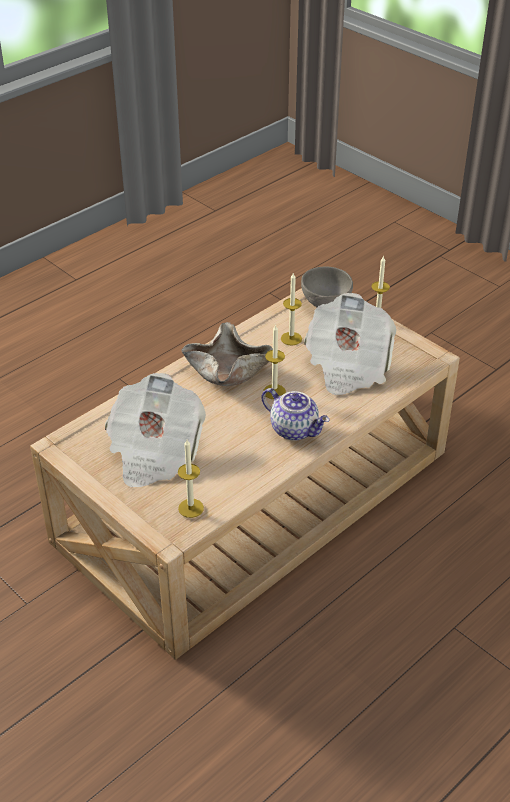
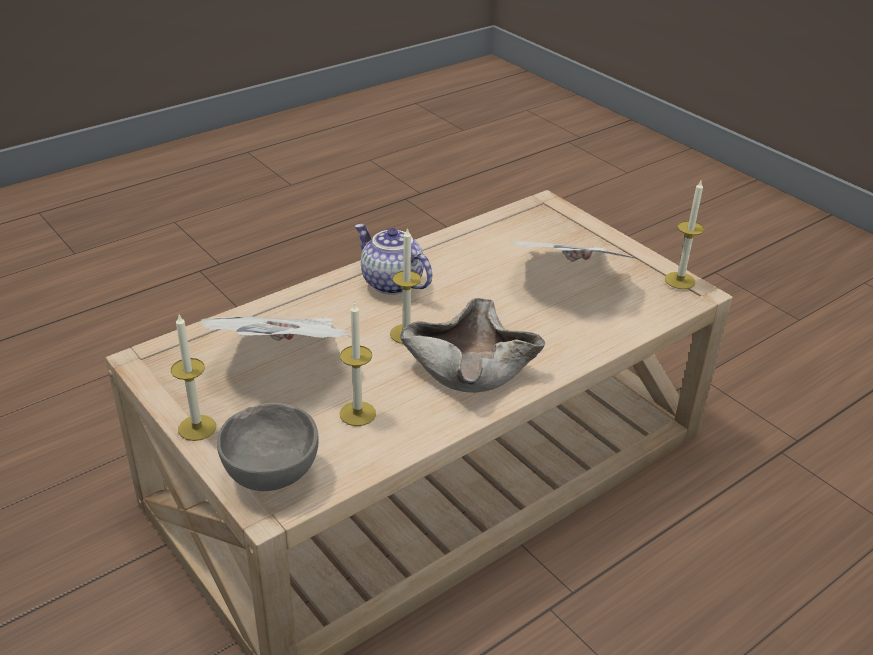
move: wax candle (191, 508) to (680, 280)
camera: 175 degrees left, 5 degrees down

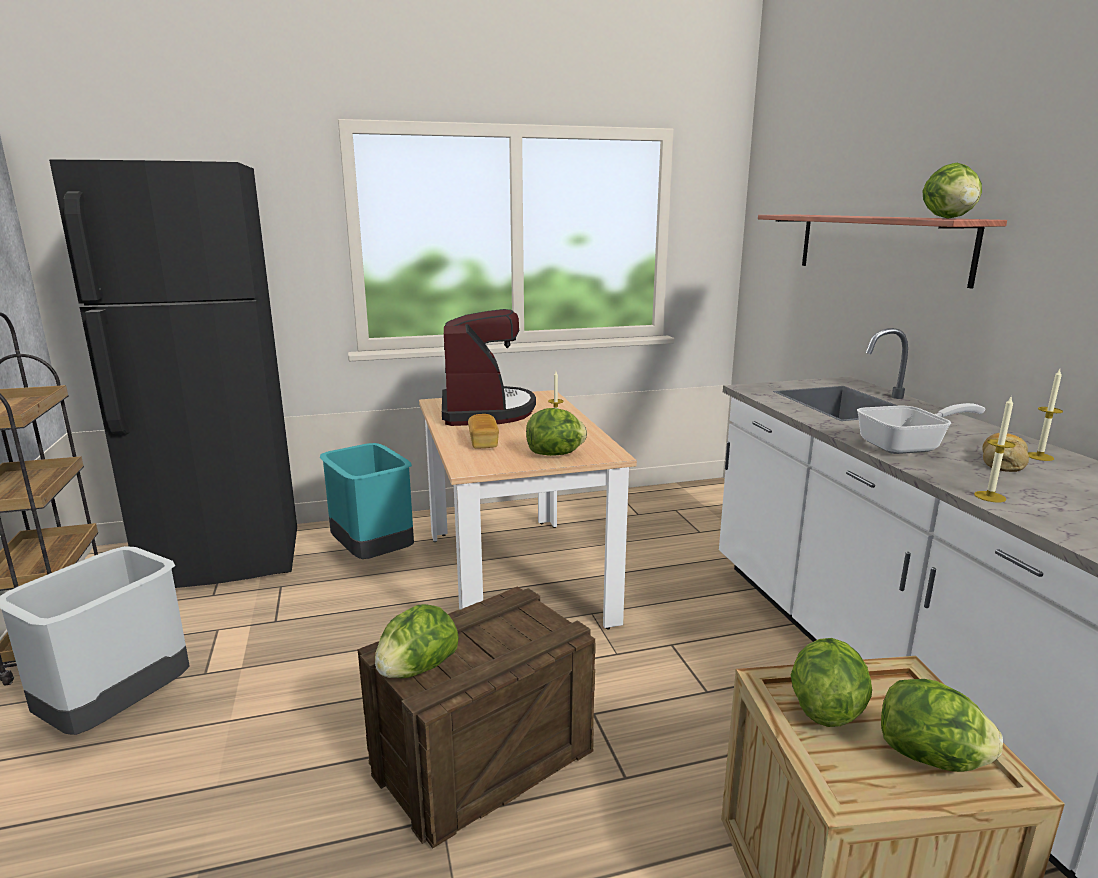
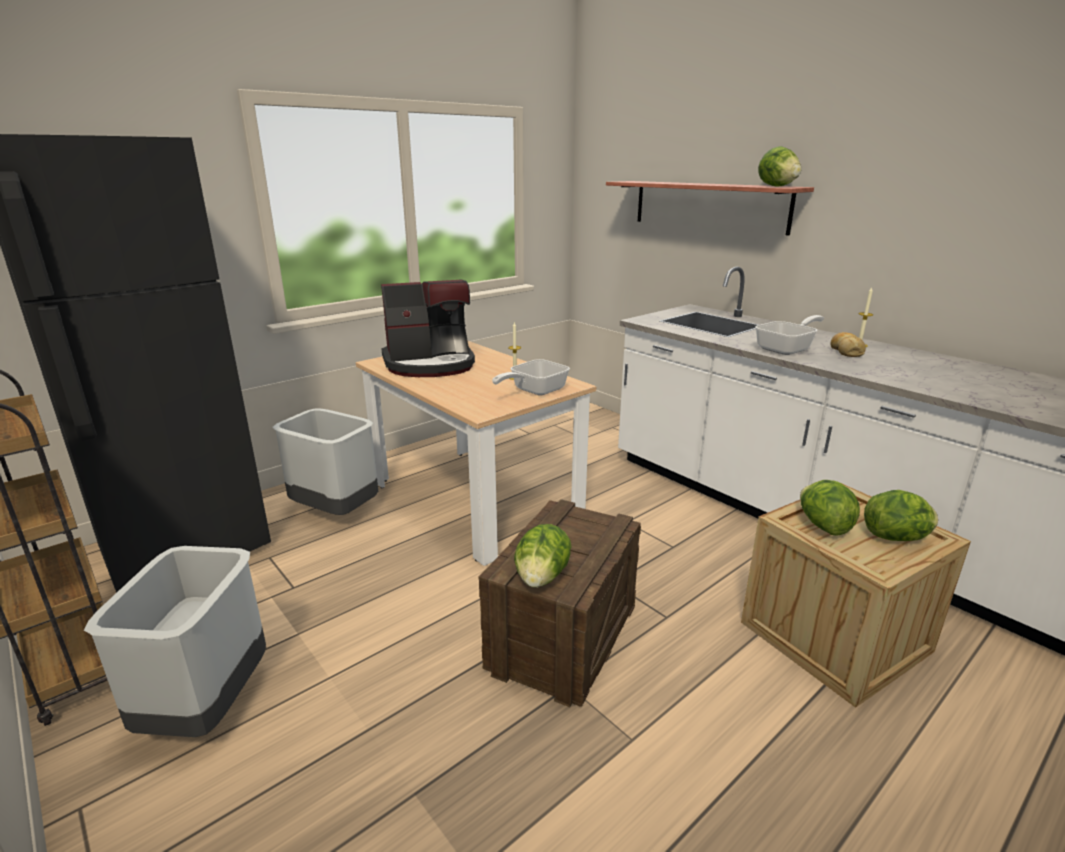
delete: wax candle (989, 496); bakery bread (483, 442)
replace: head of lettuce (556, 454) to pan (534, 391)
recolor: trash can in turquoise (374, 555) to trash can in greyish (336, 511)
rotate: coffee machine (486, 411) = (430, 364) 105 degrees clockwise
camera: 25 degrees left, 5 degrees up

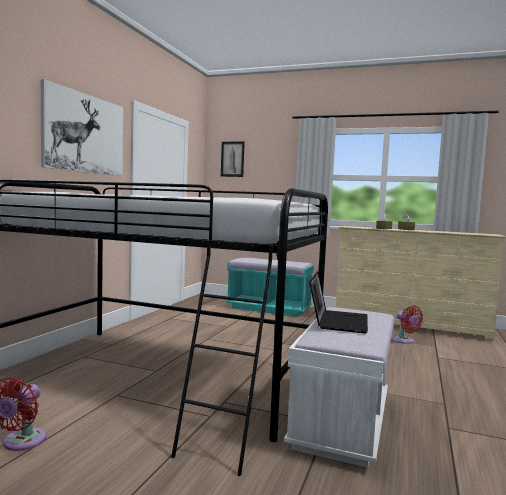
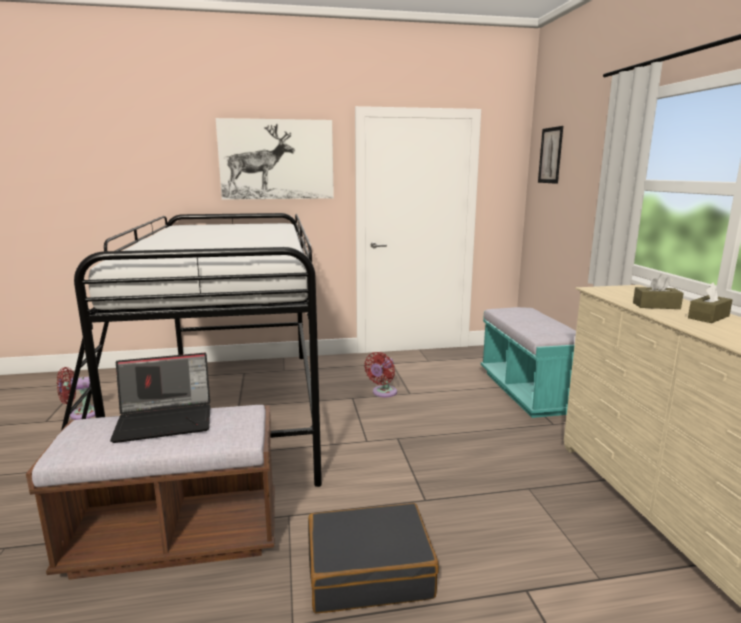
insert: travel case in black-coloured (369, 570)
move: cooling fan in reddish (404, 341) to (383, 393)
recolor: long seat in white (341, 421) to long seat in brown-coloured (176, 538)
camera: 60 degrees right, 10 degrees up

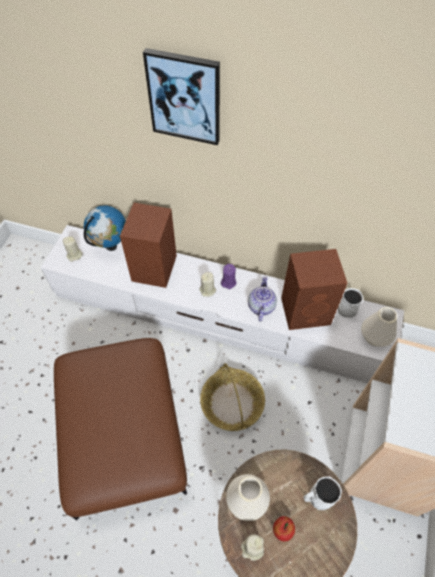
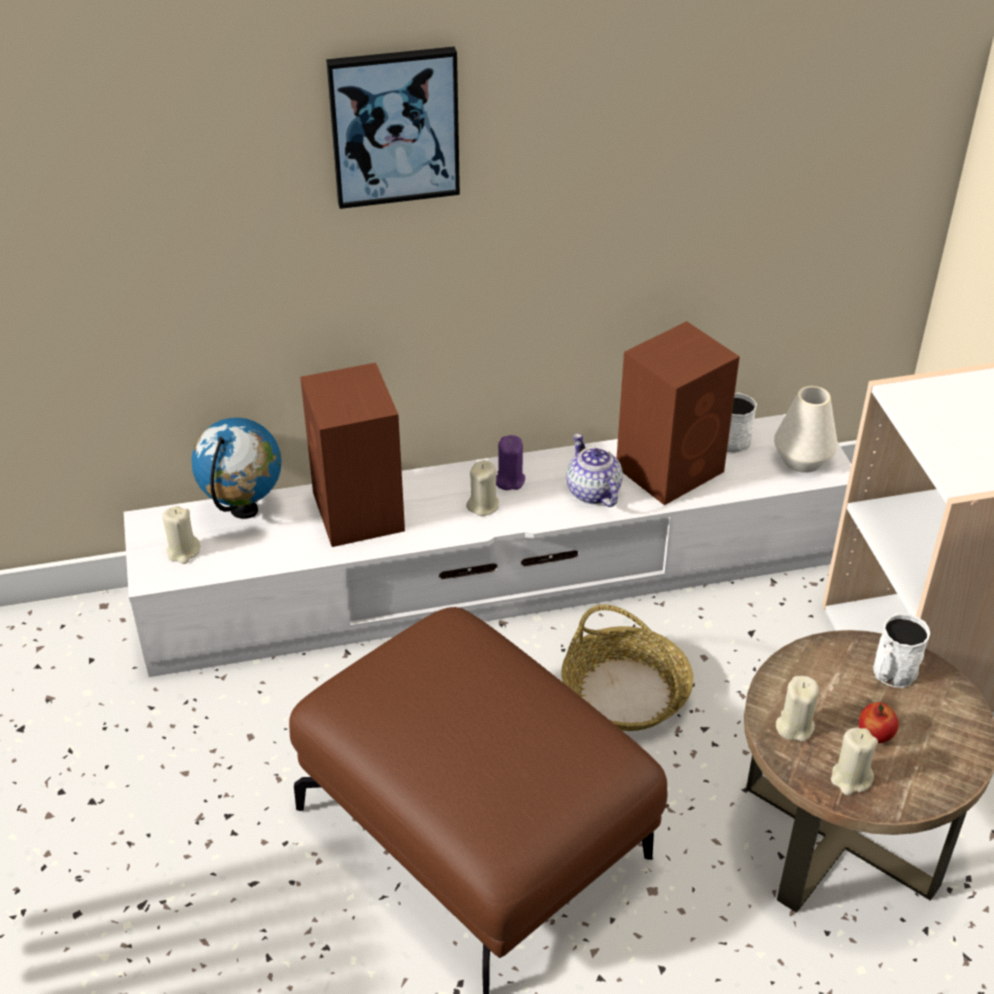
replace: vase in white (247, 500) to wax candle in beige-coloured (794, 726)
camera: 30 degrees left, 15 degrees down

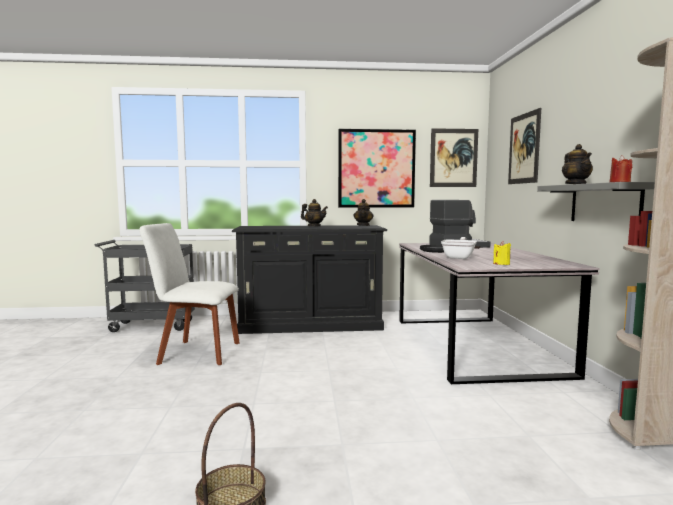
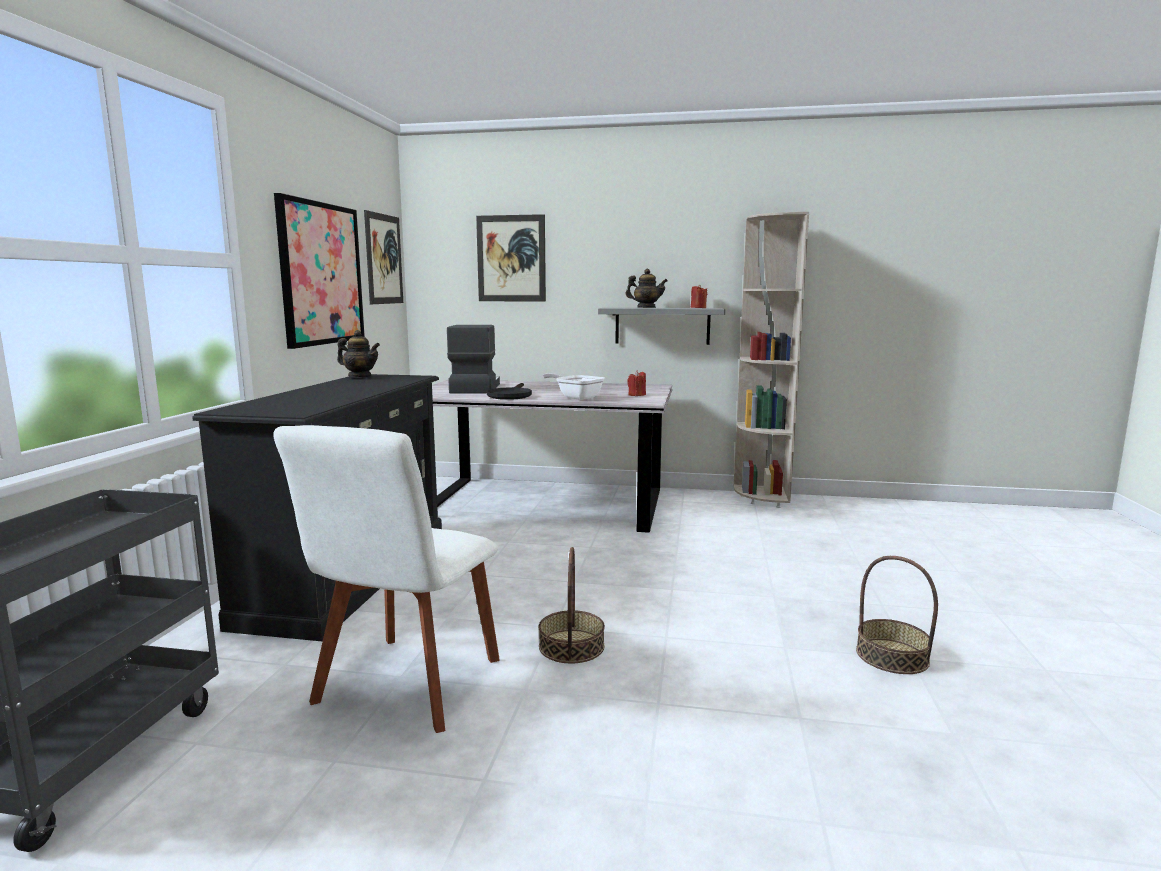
delete: tea pot (314, 226)
insert: basket (571, 646)
recolor: wax candle in yellowish (501, 264) to wax candle in reddish (636, 395)
camera: 75 degrees left, 5 degrees up

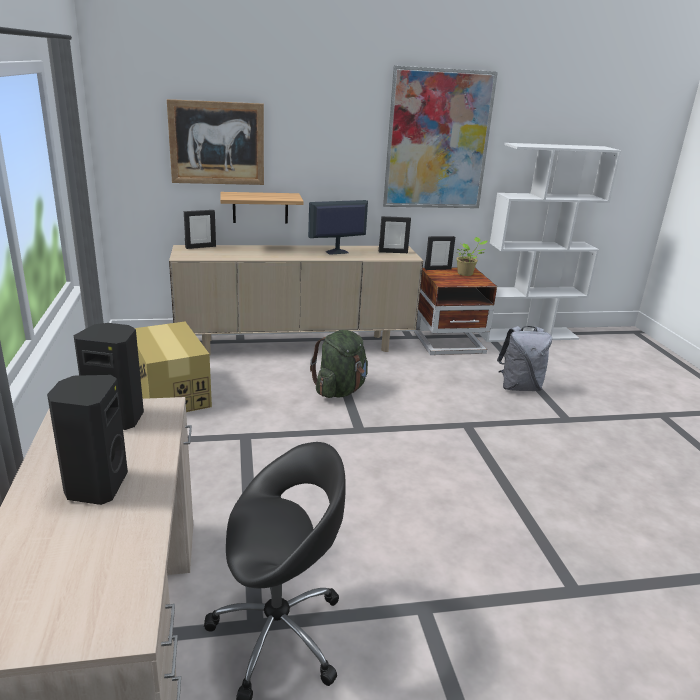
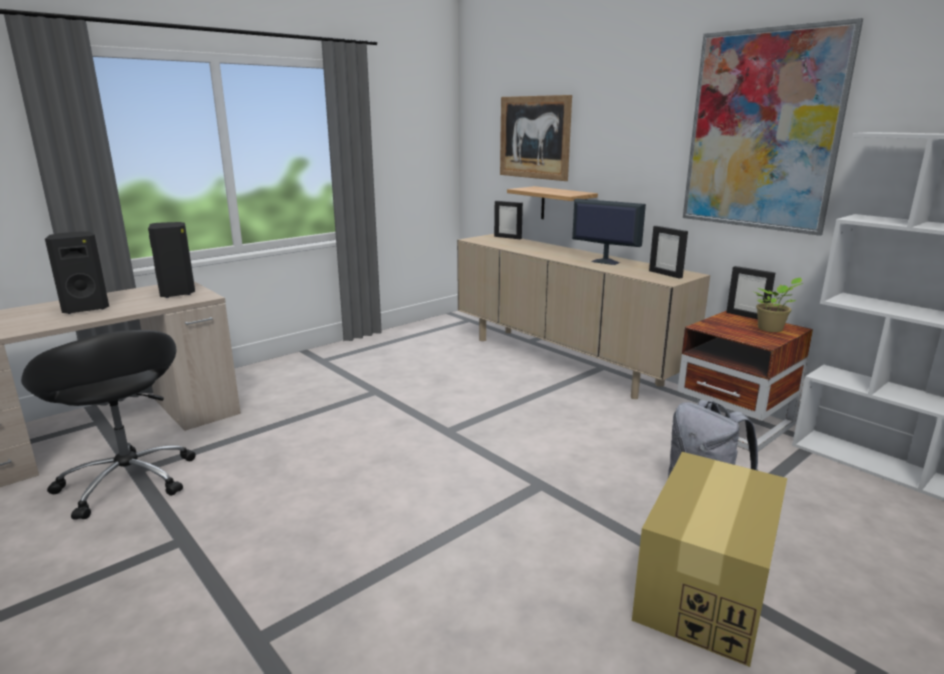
delete: backpack in green-coloured (340, 391)
move: carton (171, 393) to (705, 590)
camera: 60 degrees right, 5 degrees down

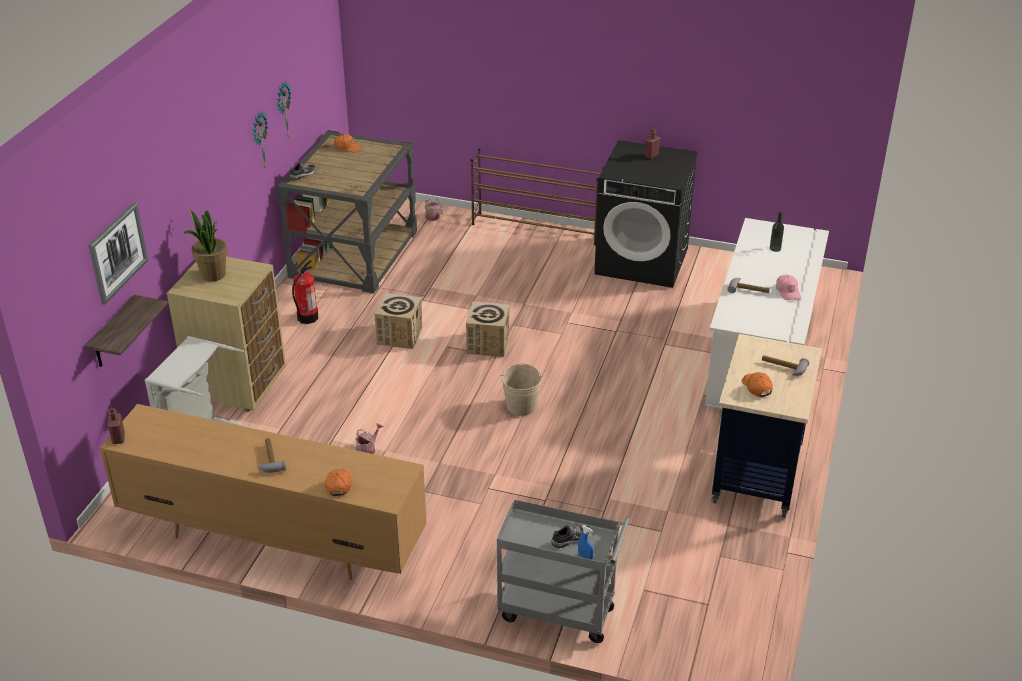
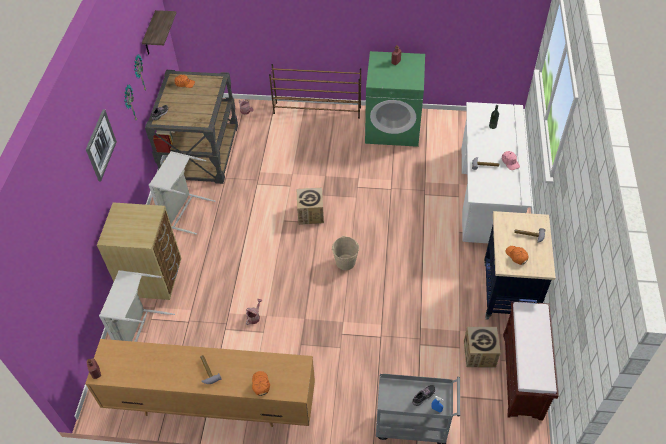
delete: potted plant (212, 275)
insert: long seat in brown-coloured (522, 376)
move: wall art (117, 252) to (100, 145); carton (400, 335) to (479, 354); bracket shelf (113, 333) to (150, 34)
replace: fire extinguisher (307, 317) to washing basket in greyish (183, 212)
recolor: laundry appliance in black-coloured (642, 261) to laundry appliance in green-coloured (393, 127)
camera: 10 degrees left, 15 degrees up

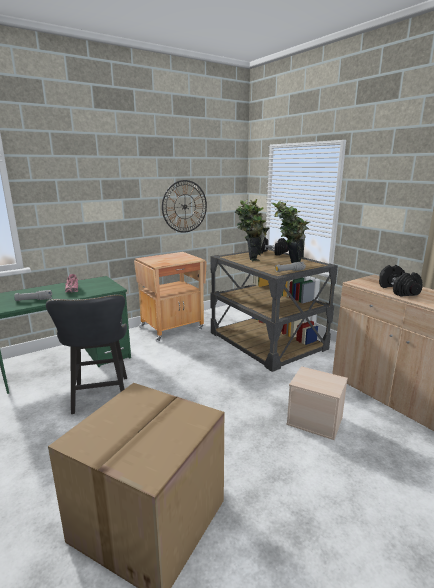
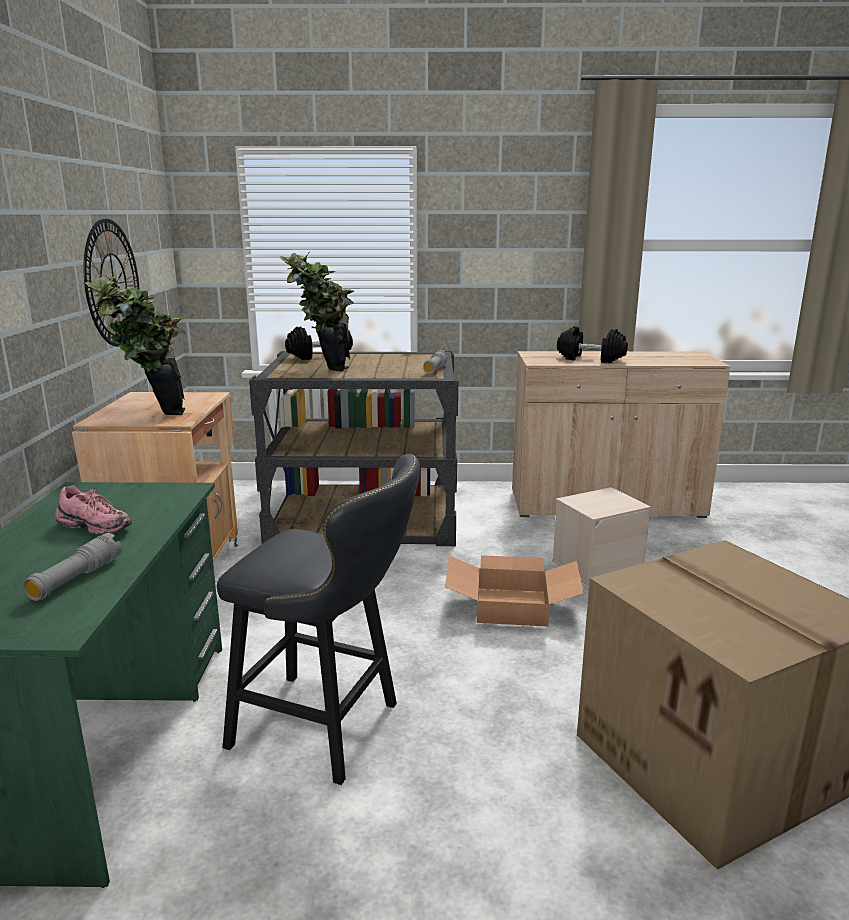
insert: carton (512, 606)
move: potted plant (288, 262) to (151, 415)
camera: 55 degrees left, 0 degrees up

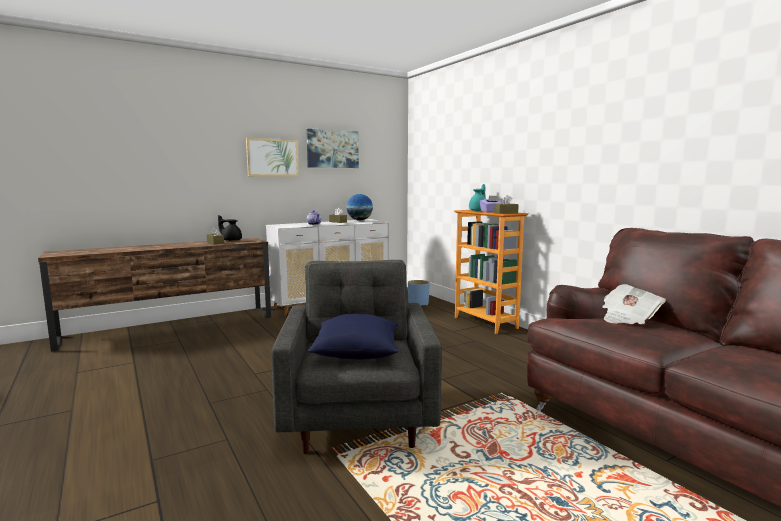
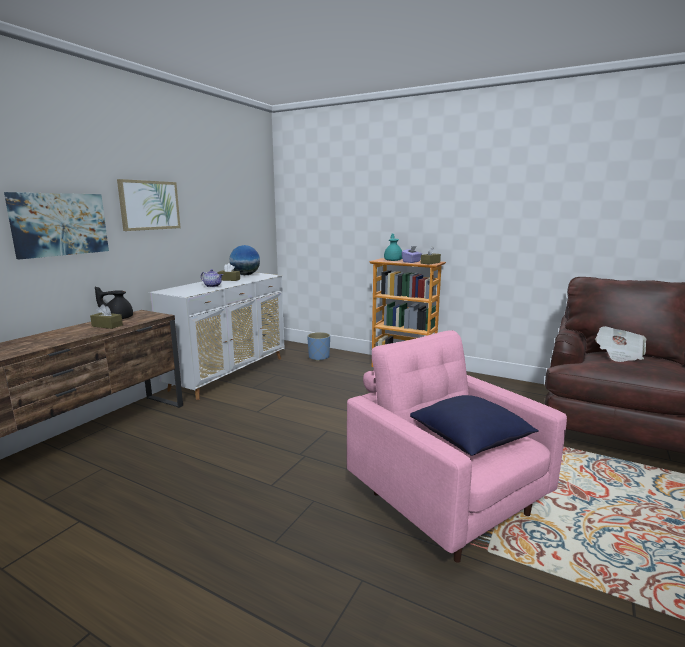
move: wall art (332, 149) to (60, 224)
recolor: lounge chair in greyish (359, 418) to lounge chair in pink (446, 501)
camera: 30 degrees left, 5 degrees up

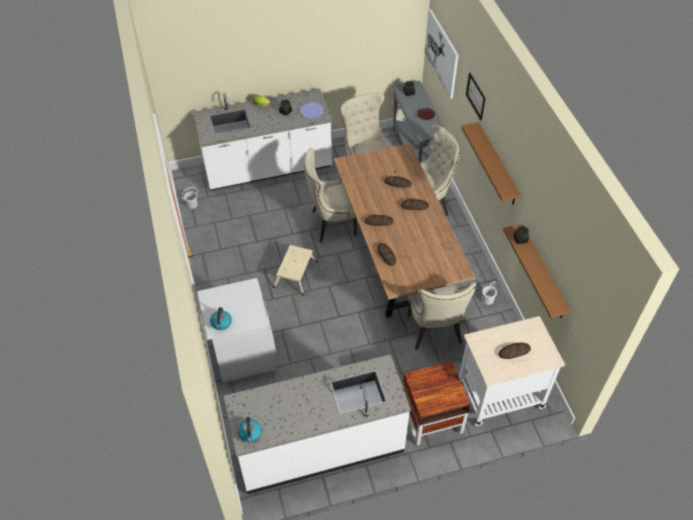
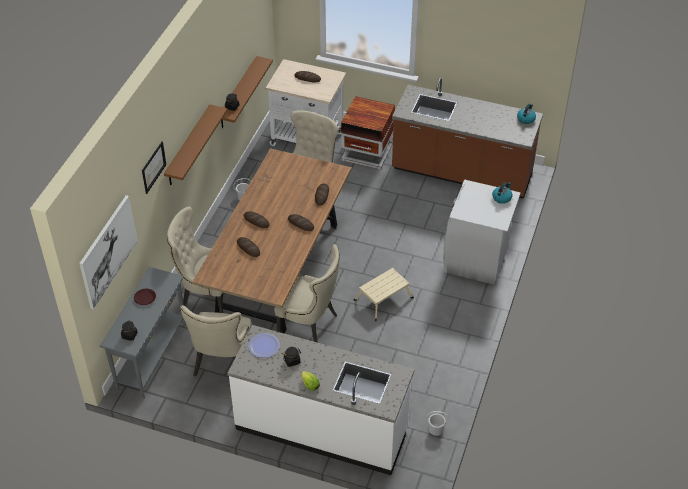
recolor: kitchen counter in white (319, 446) to kitchen counter in brown-coloured (461, 174)
camera: 145 degrees left, 5 degrees down

